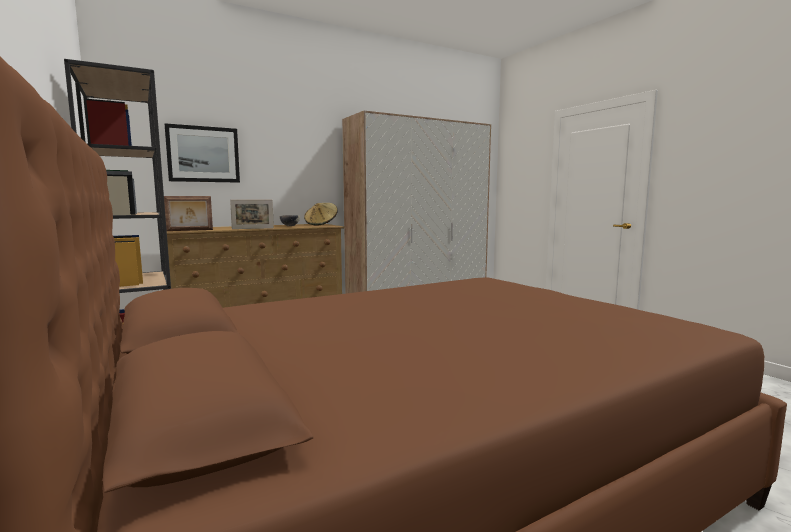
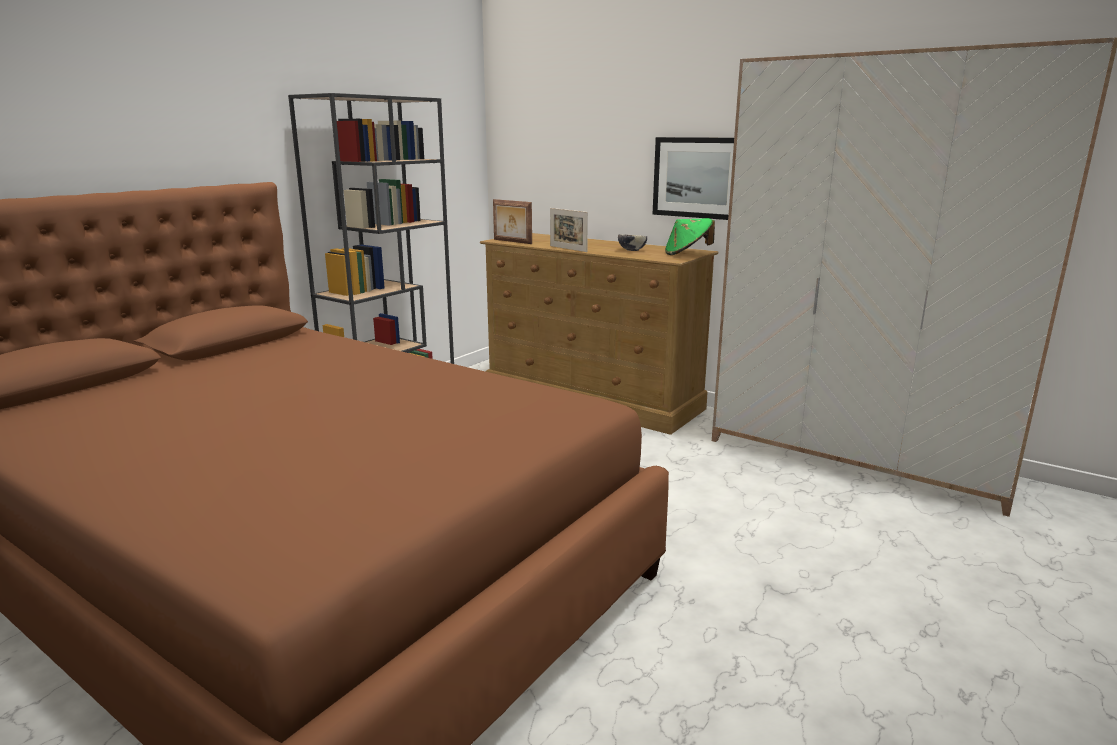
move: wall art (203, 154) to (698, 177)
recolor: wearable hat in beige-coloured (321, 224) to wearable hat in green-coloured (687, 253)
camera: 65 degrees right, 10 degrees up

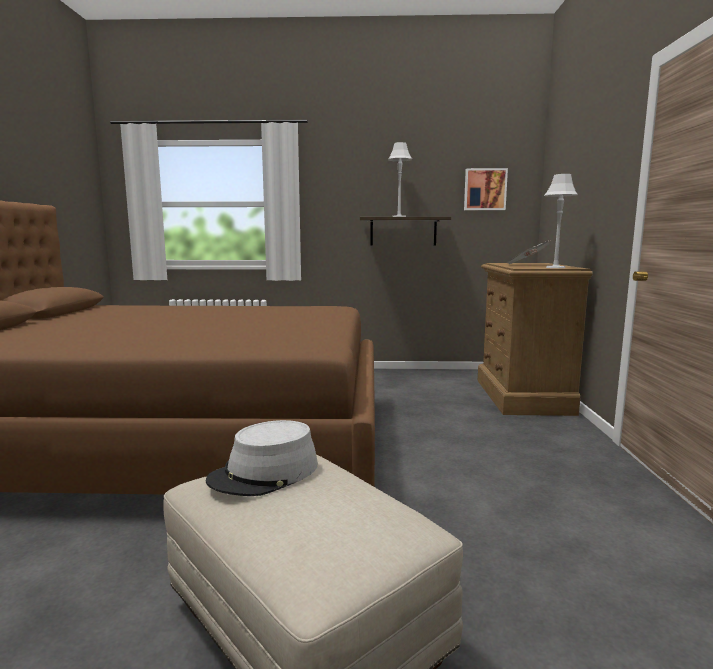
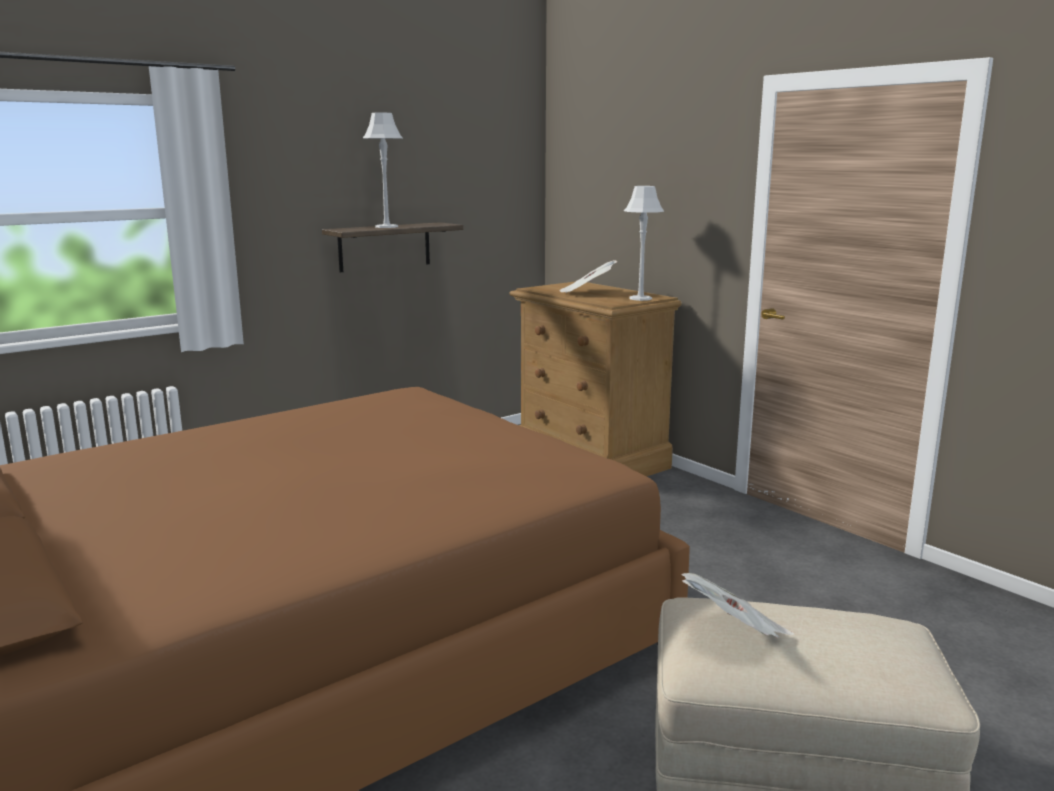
delete: wall art (485, 189)
replace: wearable hat in greyish (265, 473) to daily paper (735, 633)
camera: 40 degrees left, 5 degrees up

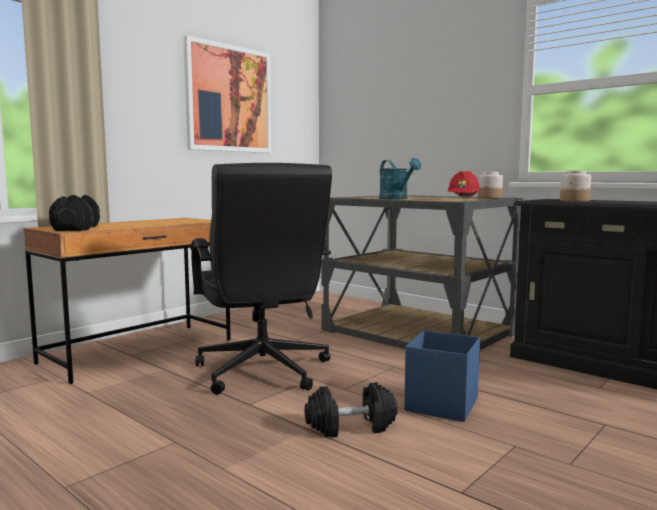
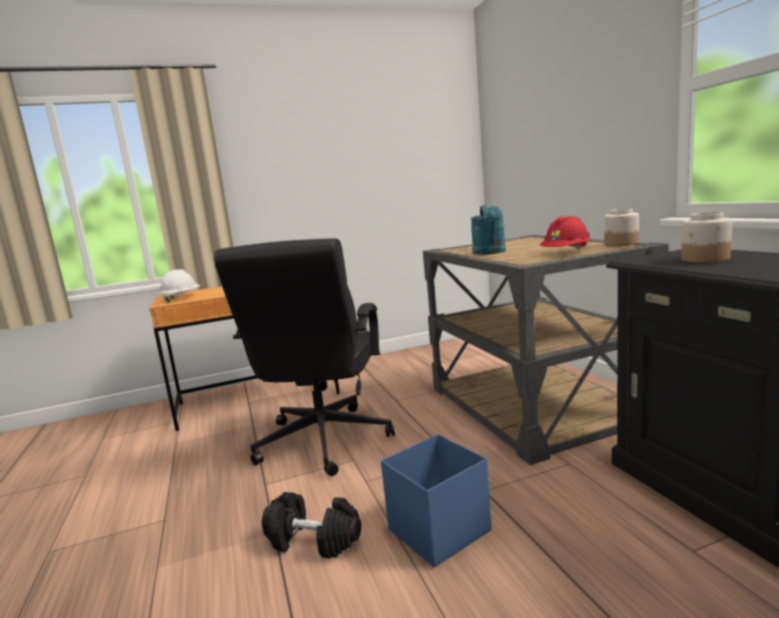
delete: wall art (229, 99)
replace: dumbbell in black-coloured (76, 228) to work helmet in white (181, 298)
camera: 30 degrees right, 5 degrees up

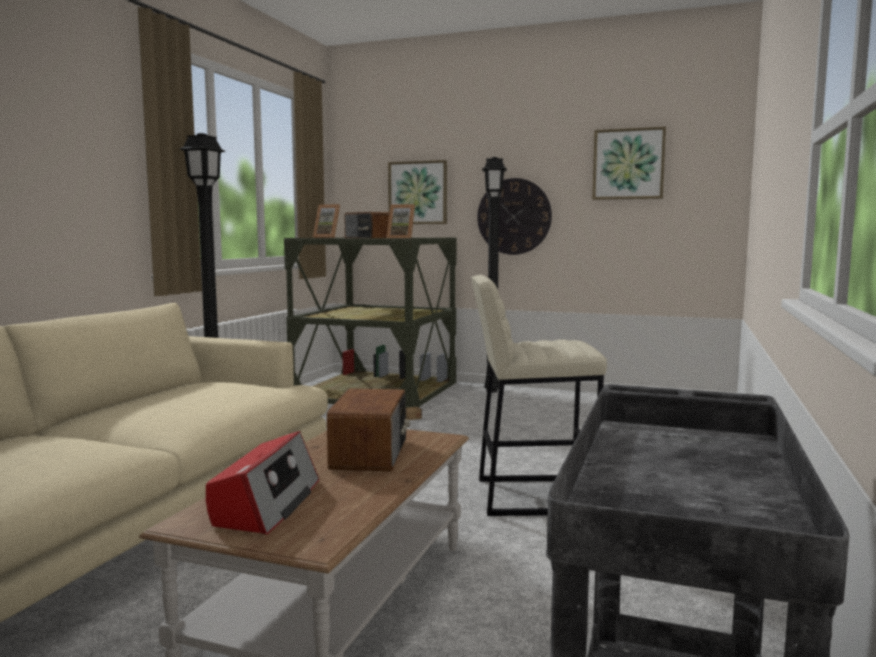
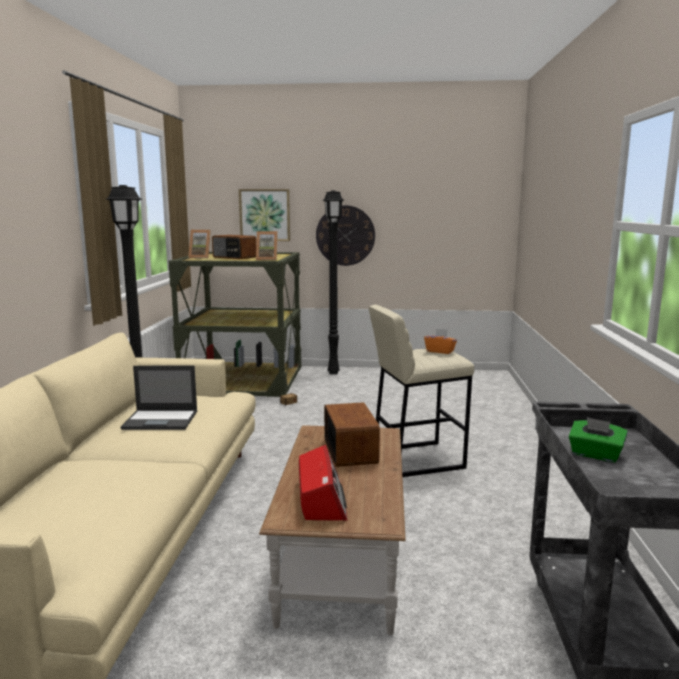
delete: wall art (628, 164)
insert: tissue holder in orange-coloured (440, 351); laptop (161, 420); tissue holder in green-coloured (595, 455)
camera: 15 degrees left, 5 degrees up

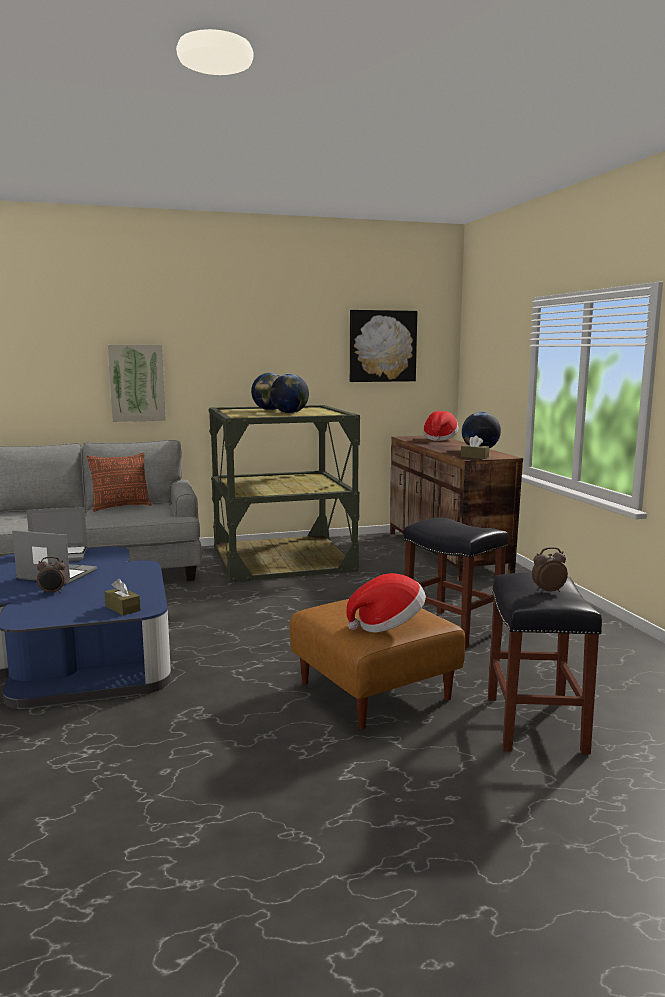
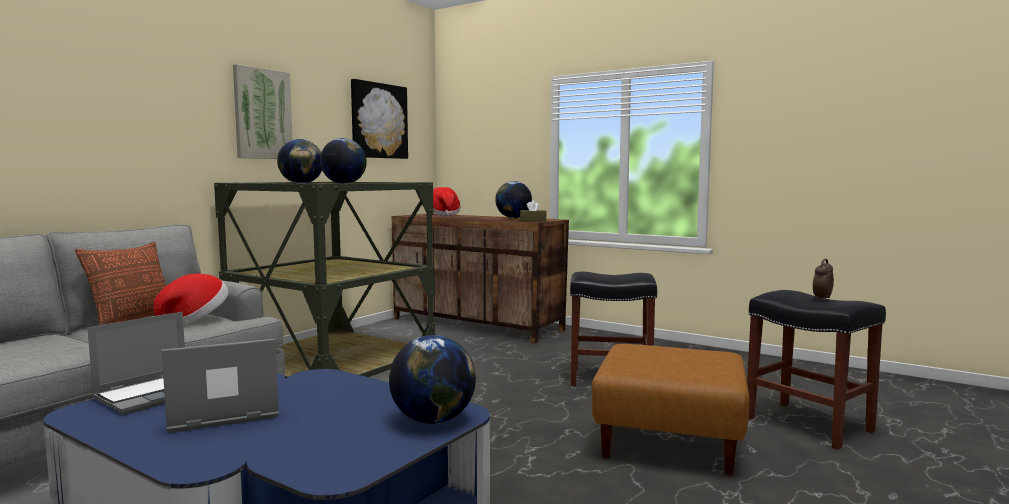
delete: table clock (52, 593)
move: wall art (137, 383) to (262, 114); wearable hat (388, 625) to (194, 320)
replace: tissue holder in brown-coloured (122, 608) to world globe (433, 420)
camera: 40 degrees left, 5 degrees down

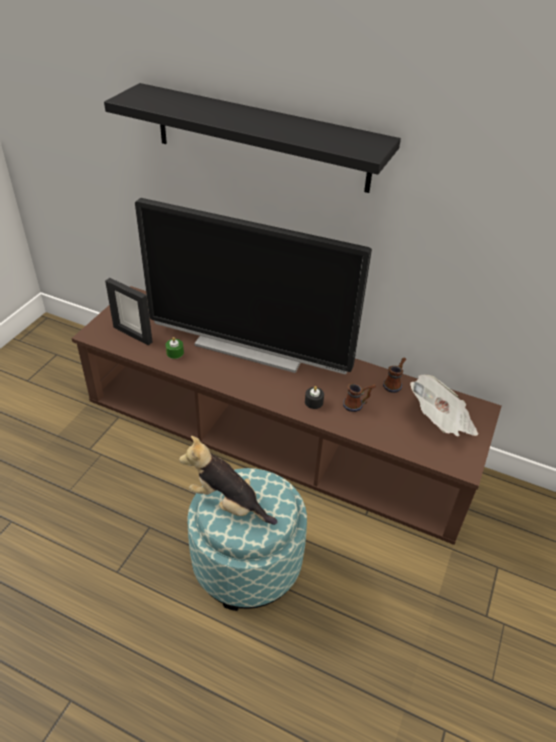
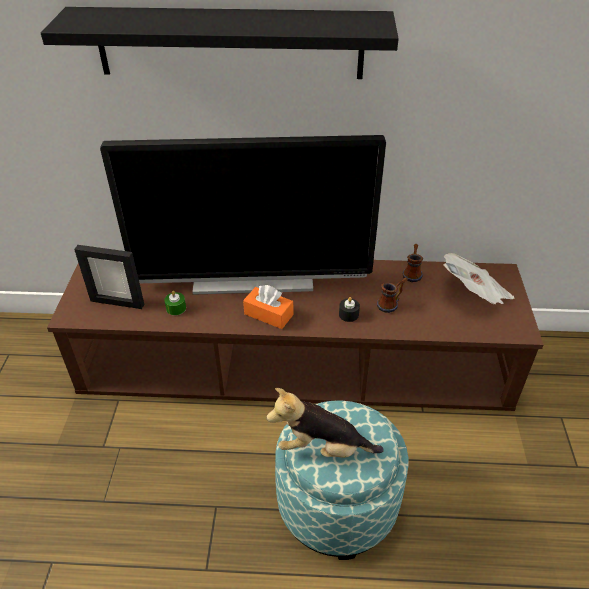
insert: tissue holder in orange-coloured (268, 314)
camera: 20 degrees left, 0 degrees up

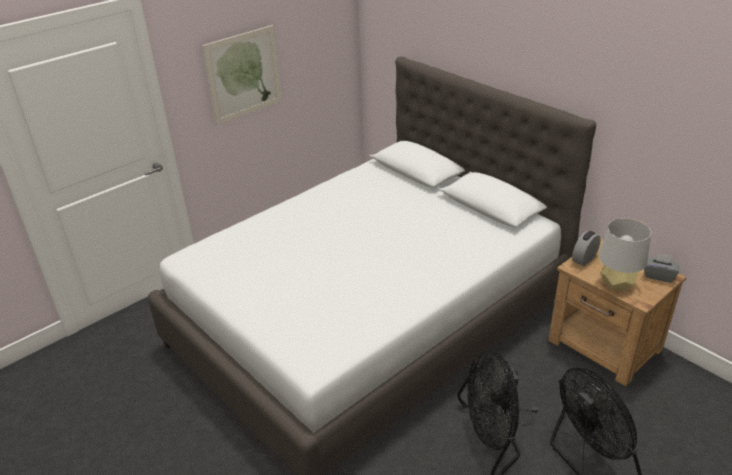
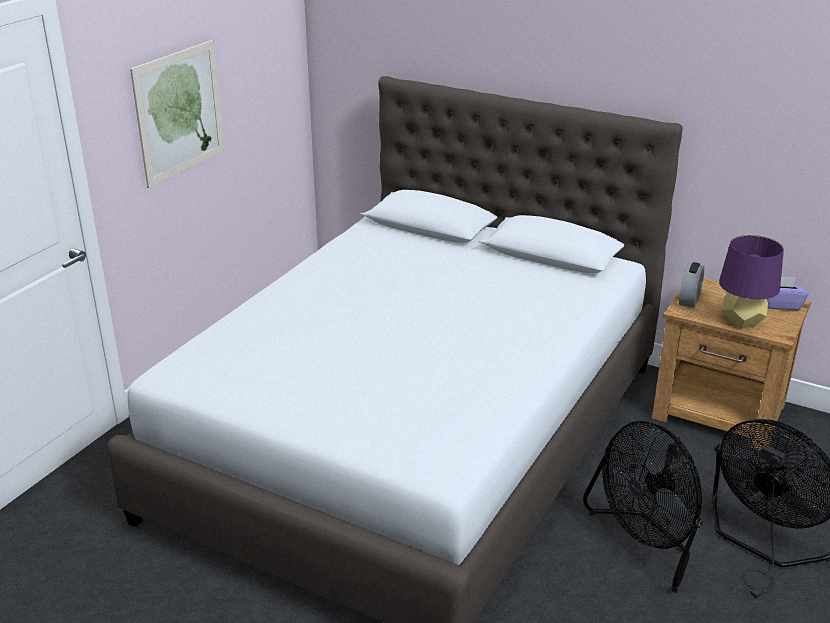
recolor: table lamp in greyish (616, 285) to table lamp in purple (742, 322); tissue holder in greyish (658, 275) to tissue holder in purple (781, 305)
camera: 20 degrees left, 5 degrees down

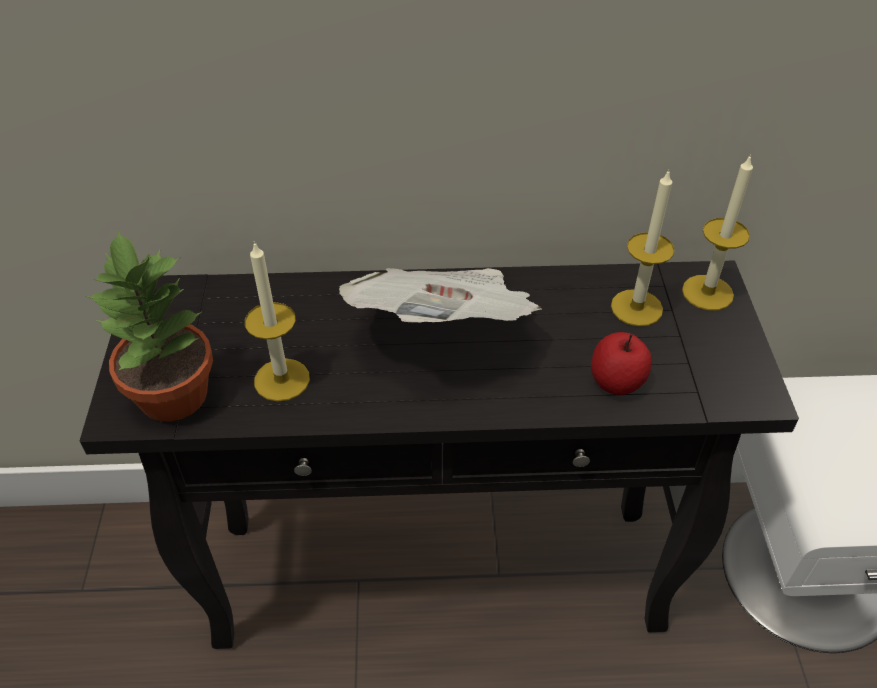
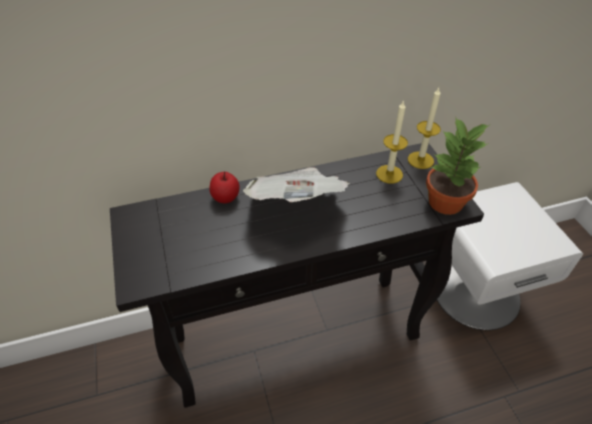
delete: wax candle (282, 379)
move: potted plant (173, 397) to (446, 203); whole apple (616, 381) to (225, 197)
camera: 15 degrees left, 0 degrees up

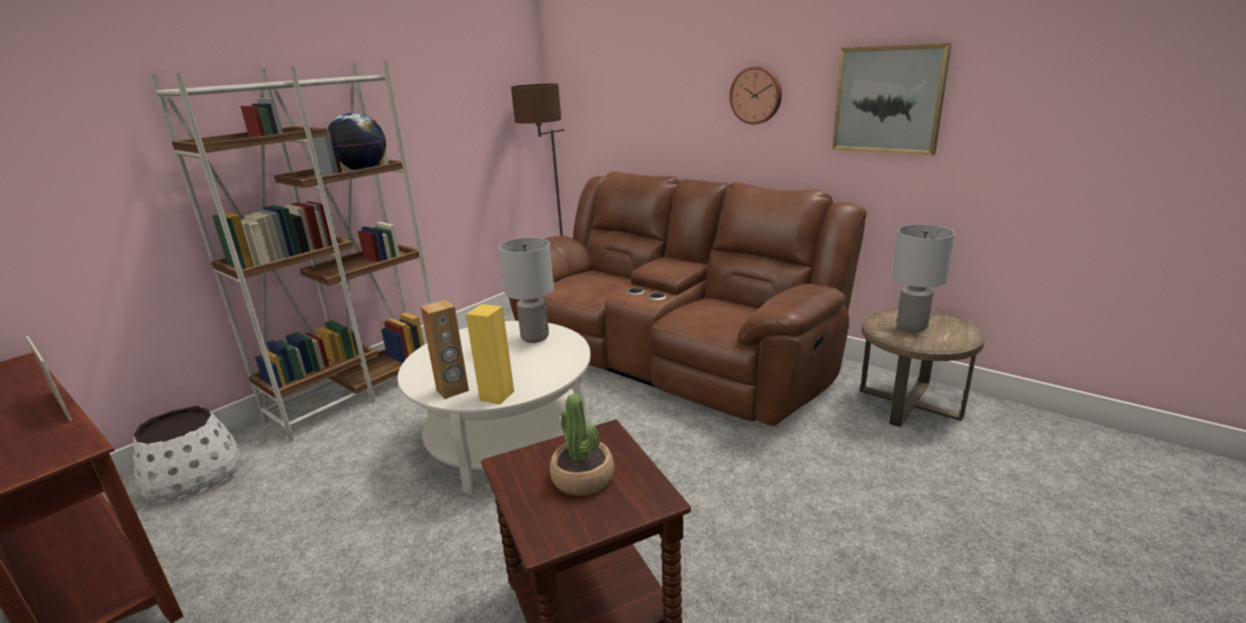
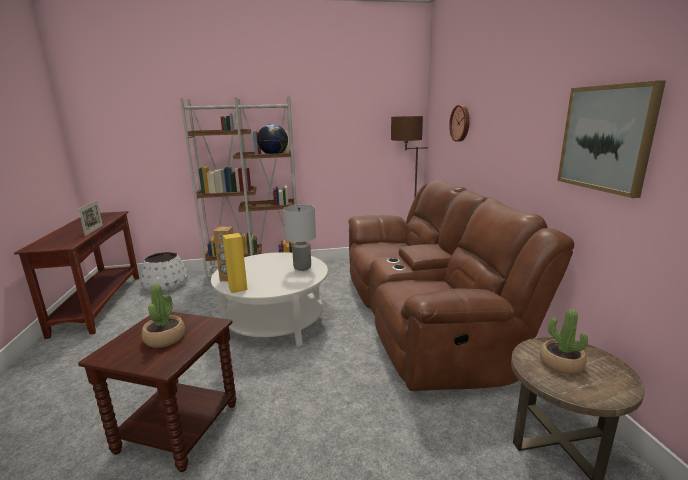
move: hanging clock (756, 95) to (461, 123)
replace: table lamp in greyish (911, 329) to potted plant (561, 364)
camera: 40 degrees right, 5 degrees down

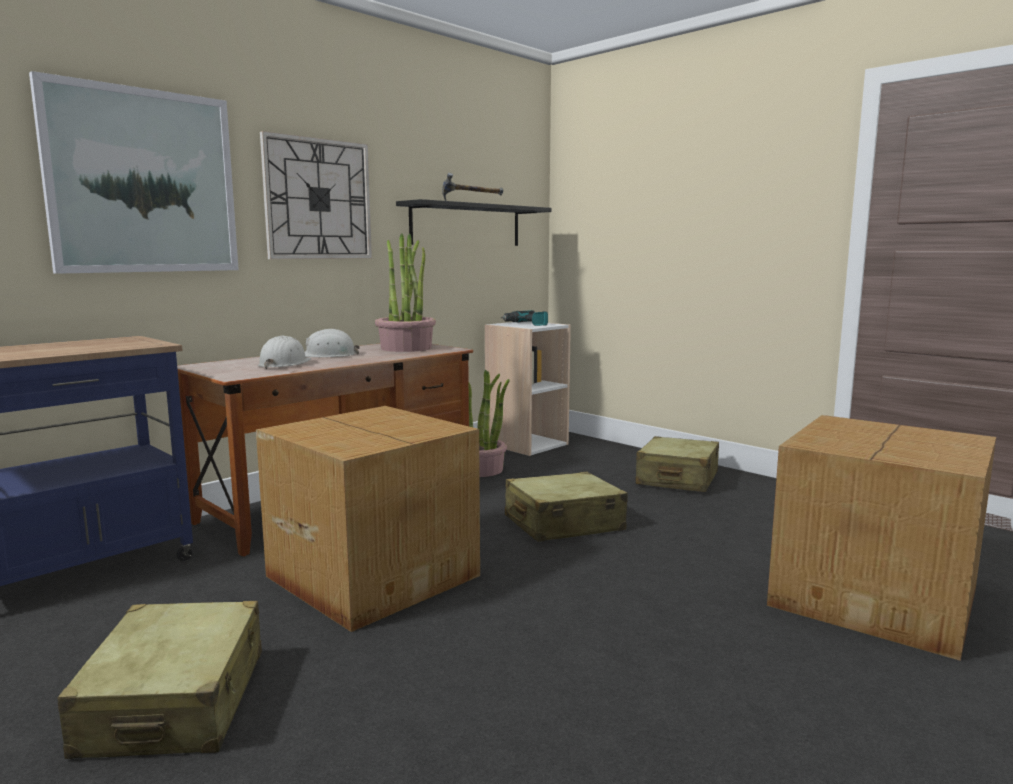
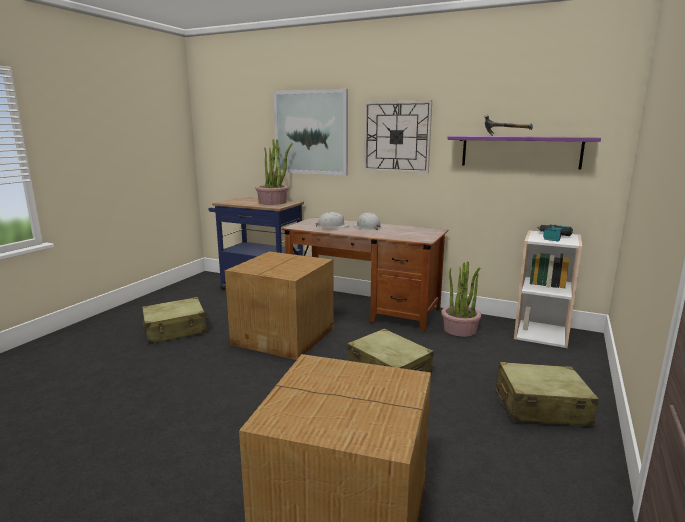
move: potted plant (406, 348) to (273, 202)
recolor: bracket shelf in black-coloured (466, 225) to bracket shelf in purple (520, 152)
camera: 70 degrees right, 5 degrees up

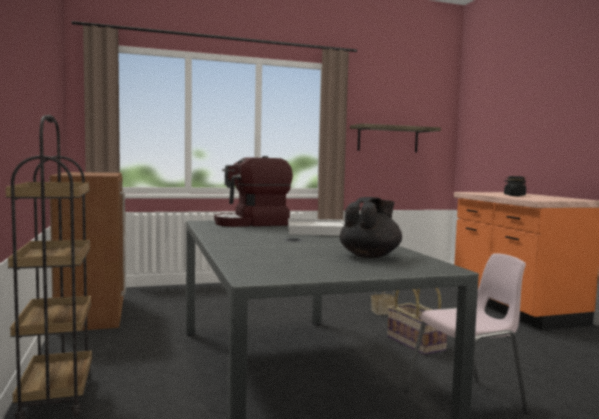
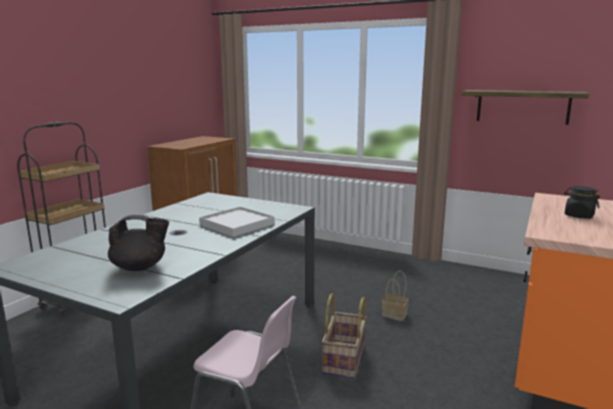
delete: coffee machine (252, 223)
camera: 45 degrees right, 10 degrees up

